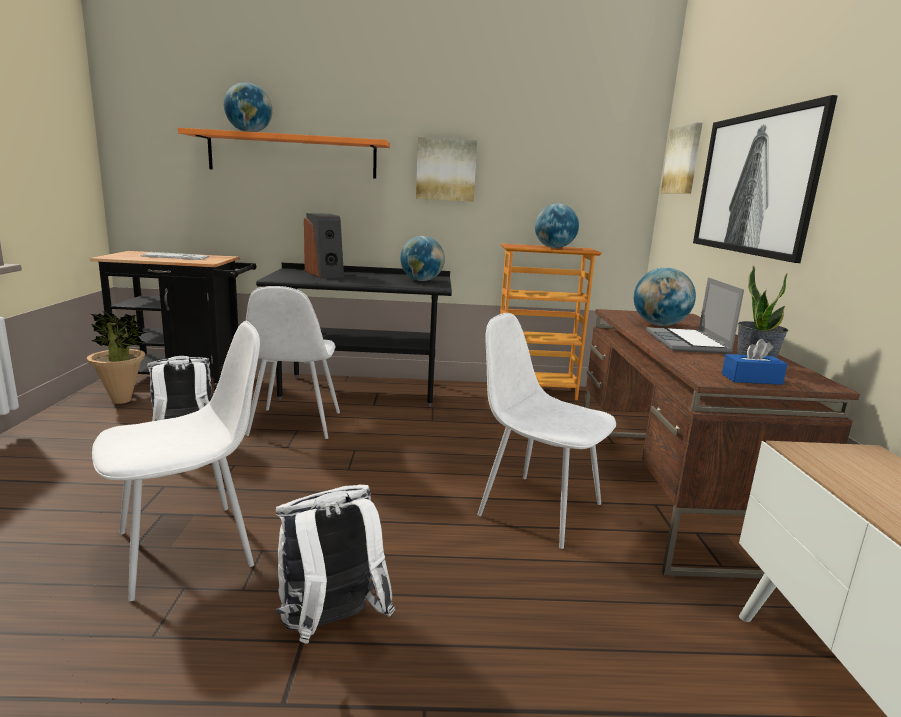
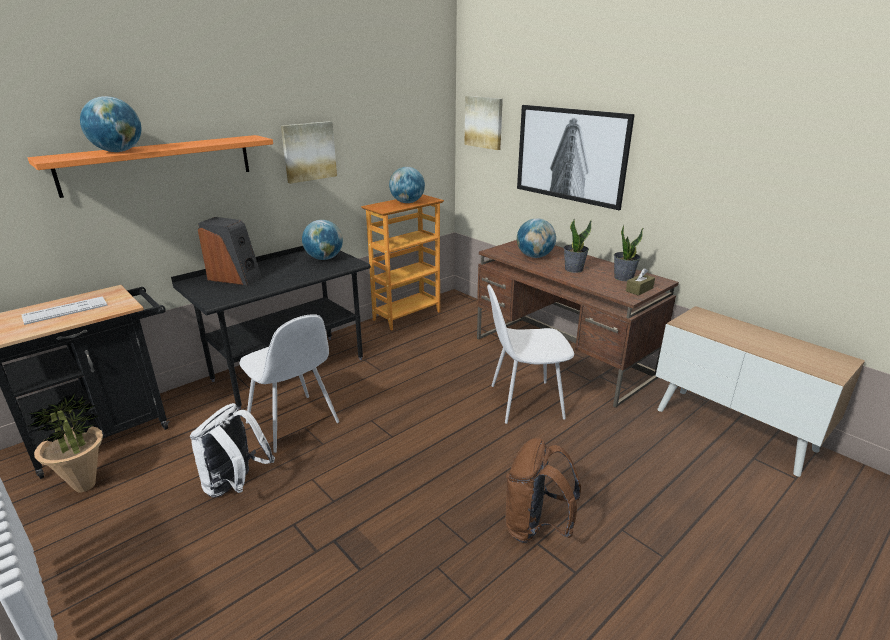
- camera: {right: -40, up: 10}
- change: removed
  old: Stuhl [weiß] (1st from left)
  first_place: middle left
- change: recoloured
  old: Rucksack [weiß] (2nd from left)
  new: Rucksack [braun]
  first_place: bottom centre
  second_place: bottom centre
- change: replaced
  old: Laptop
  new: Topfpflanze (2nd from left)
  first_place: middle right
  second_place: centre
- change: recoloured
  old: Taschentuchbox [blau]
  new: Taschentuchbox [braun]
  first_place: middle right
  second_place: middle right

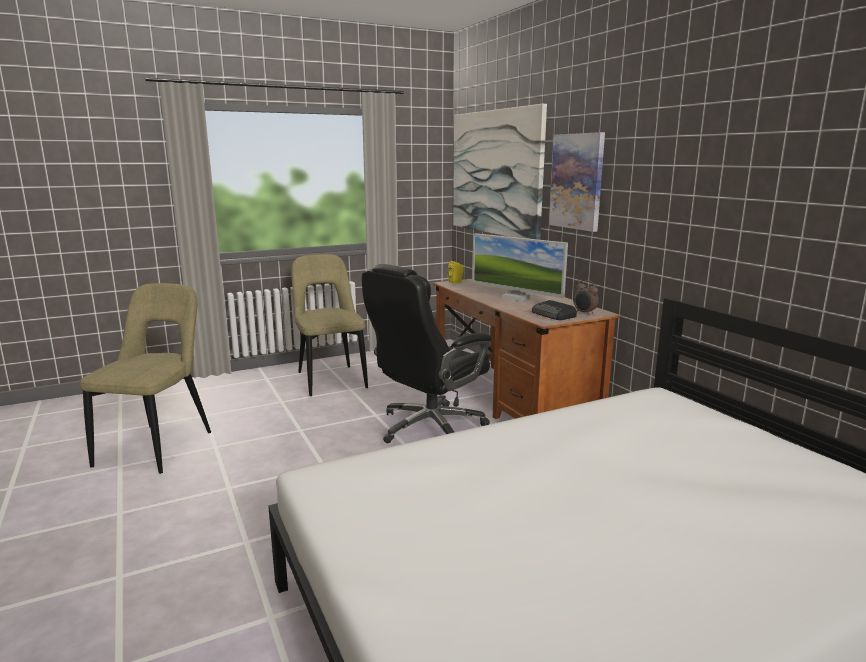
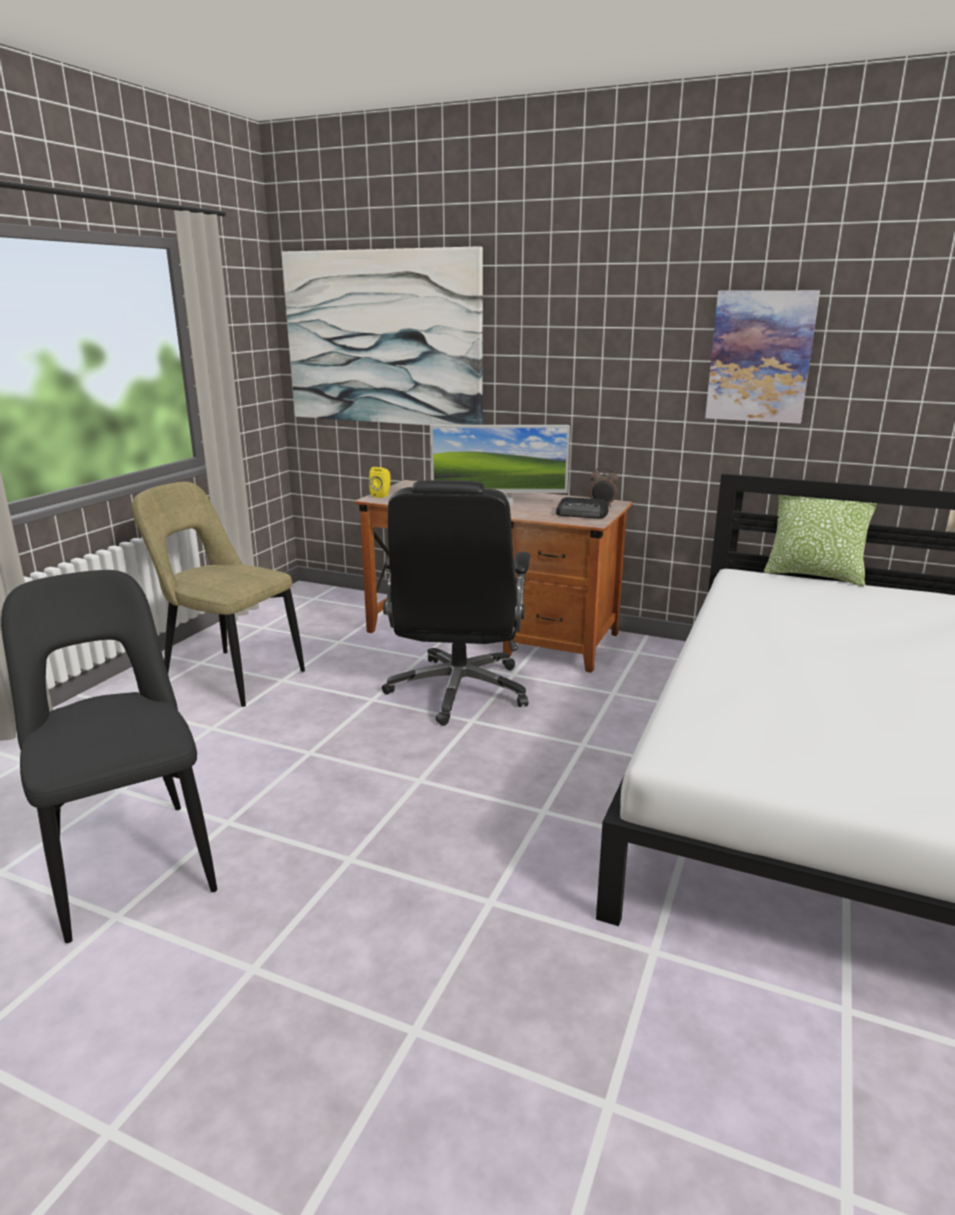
- camera: {right: -40, up: 5}
- change: recoloured
  old: Stuhl [beige] (1st from left)
  new: Stuhl [schwarz]
  first_place: middle left
  second_place: middle left
- change: moved
  old: Bild (2nd from left)
  first_place: top centre
  second_place: top right
- change: added
  new: Kissen
  second_place: middle right

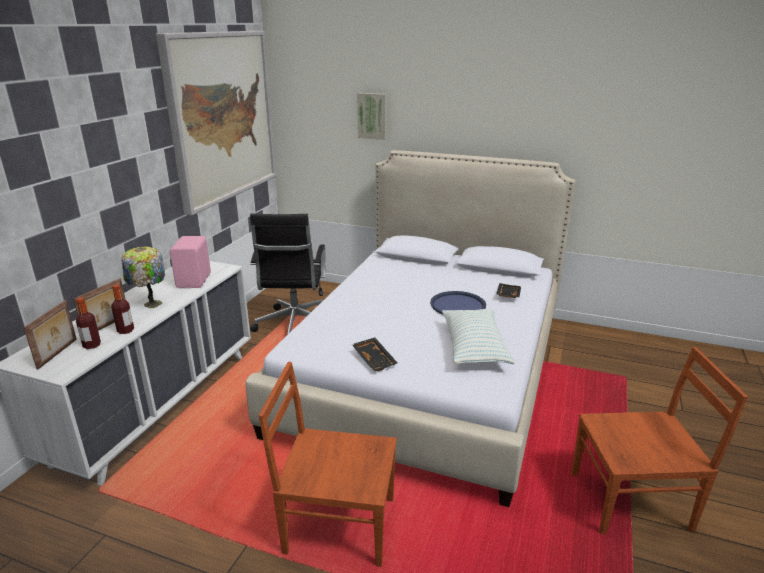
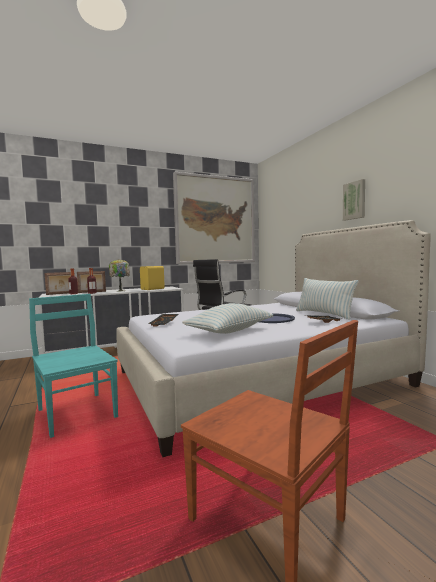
- camera: {right: 45, up: -20}
- change: recoloured
  old: Lautsprecher [rosa]
  new: Lautsprecher [gelb]
  first_place: middle left
  second_place: centre
- change: recoloured
  old: Stuhl [braun] (1st from left)
  new: Stuhl [türkis]
  first_place: bottom centre
  second_place: middle left
- change: moved
  old: Bild (2nd from left)
  first_place: top centre
  second_place: middle right
- change: added
  new: Kissen (2nd from left)
  second_place: middle right

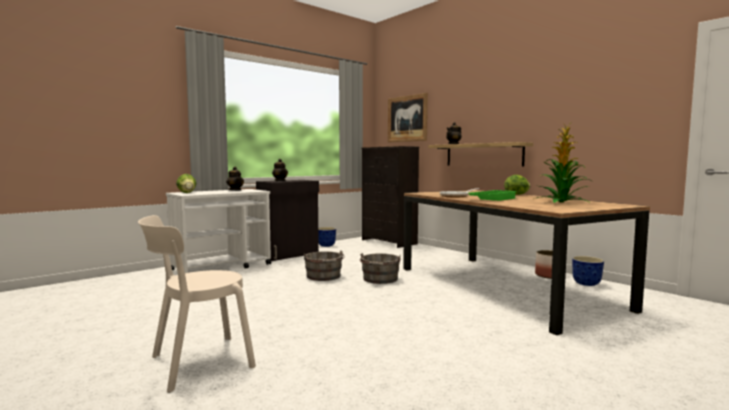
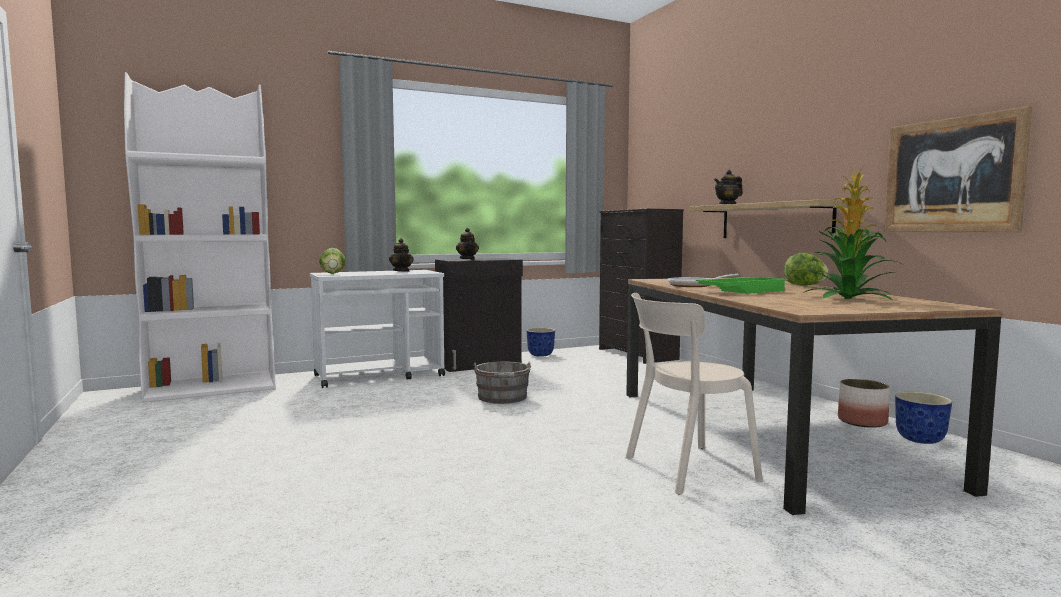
- camera: {right: 15, up: 0}
- change: moved
  old: Stuhl [beige]
  first_place: bottom left
  second_place: centre
- change: removed
  old: Eimer [grau] (2nd from left)
  first_place: centre
- change: moved
  old: Bild
  first_place: top centre
  second_place: top right
- change: added
  new: Bücherregal [weiß]
  second_place: middle left

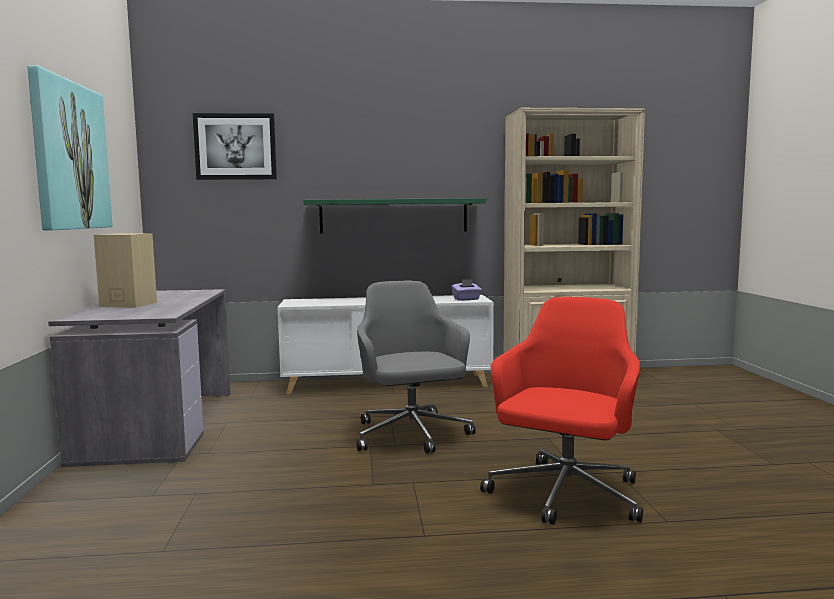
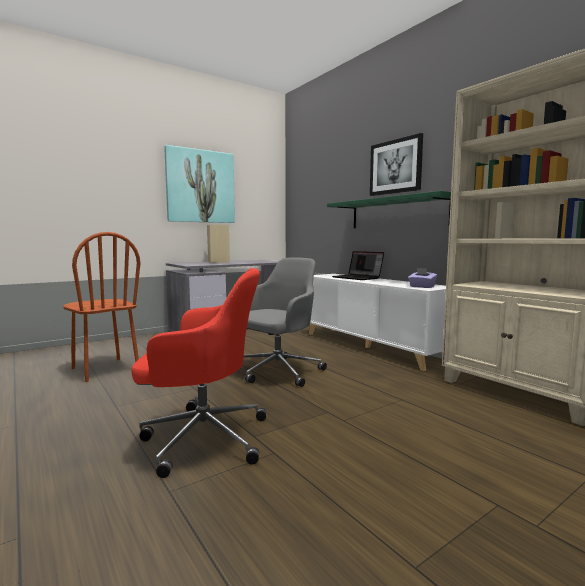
- camera: {right: 60, up: 0}
- change: moved
  old: Bild (2nd from left)
  first_place: top left
  second_place: top right
- change: added
  new: Stuhl [braun]
  second_place: middle left
- change: added
  new: Laptop
  second_place: centre

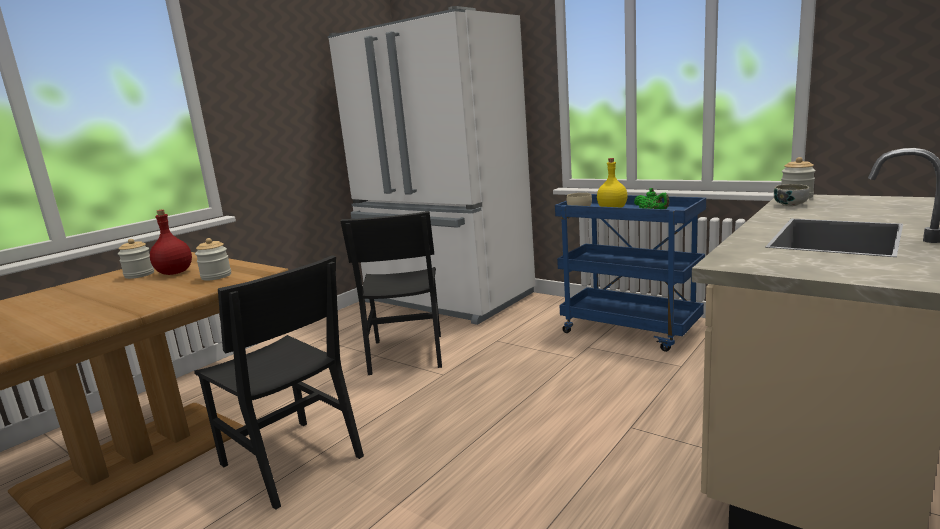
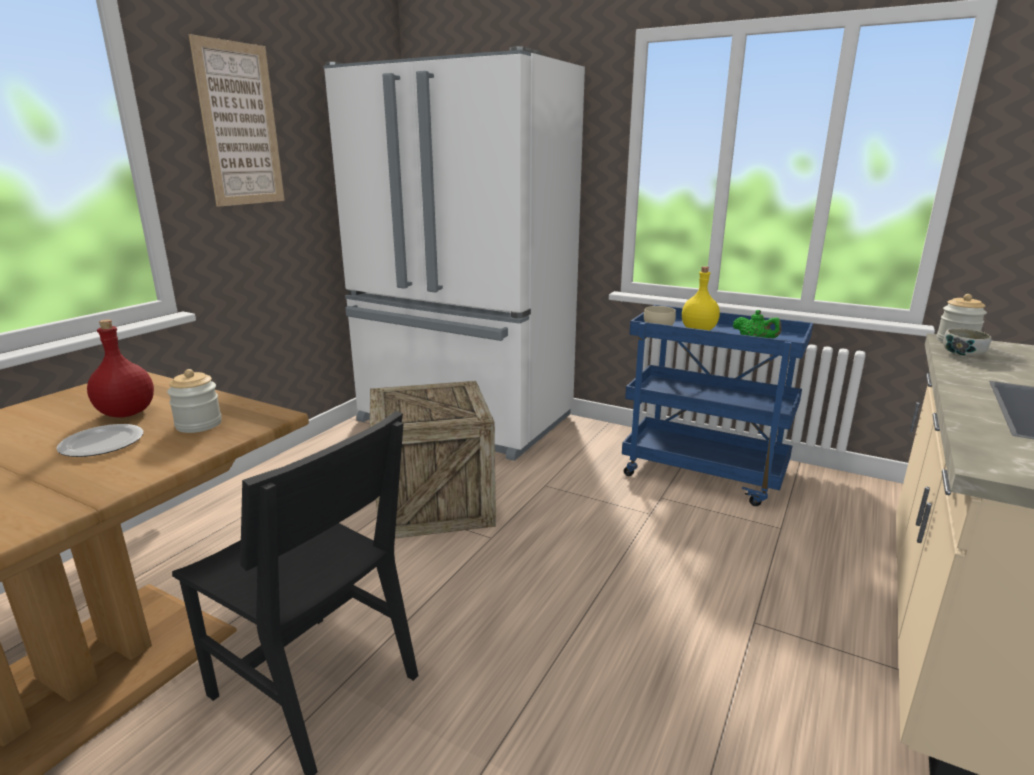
- camera: {right: -10, up: 5}
- change: removed
  old: Vorratsglas (1st from left)
  first_place: middle left
- change: replaced
  old: Stuhl [schwarz] (2nd from left)
  new: Kiste
  first_place: centre
  second_place: centre
- change: added
  new: Teller
  second_place: middle left
- change: added
  new: Bild
  second_place: top left

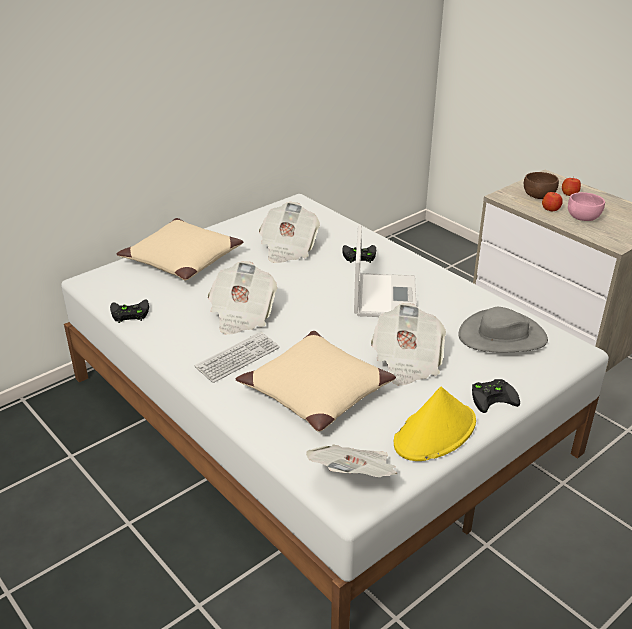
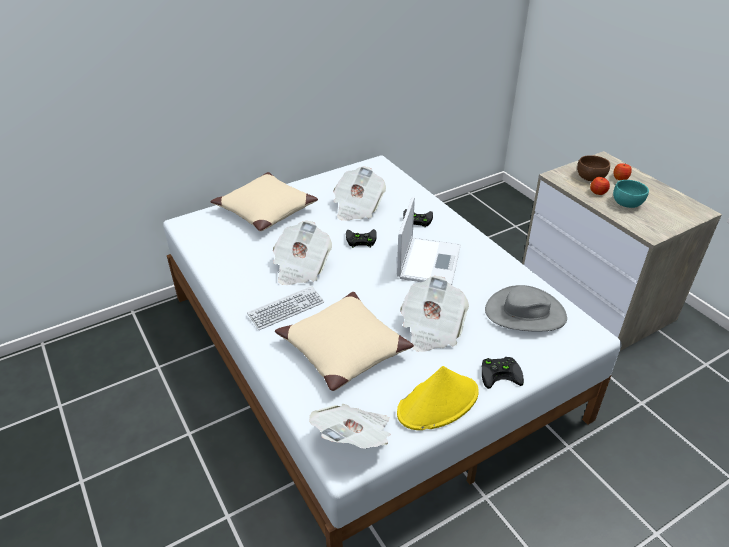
- camera: {right: 10, up: 5}
- change: moved
  old: Gamepad [schwarz] (1st from left)
  first_place: middle left
  second_place: centre
- change: recoloured
  old: Schüssel [rosa]
  new: Schüssel [türkis]
  first_place: top right
  second_place: middle right

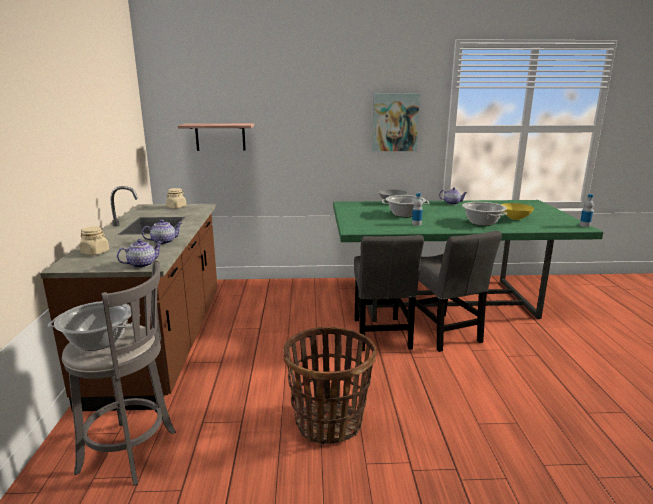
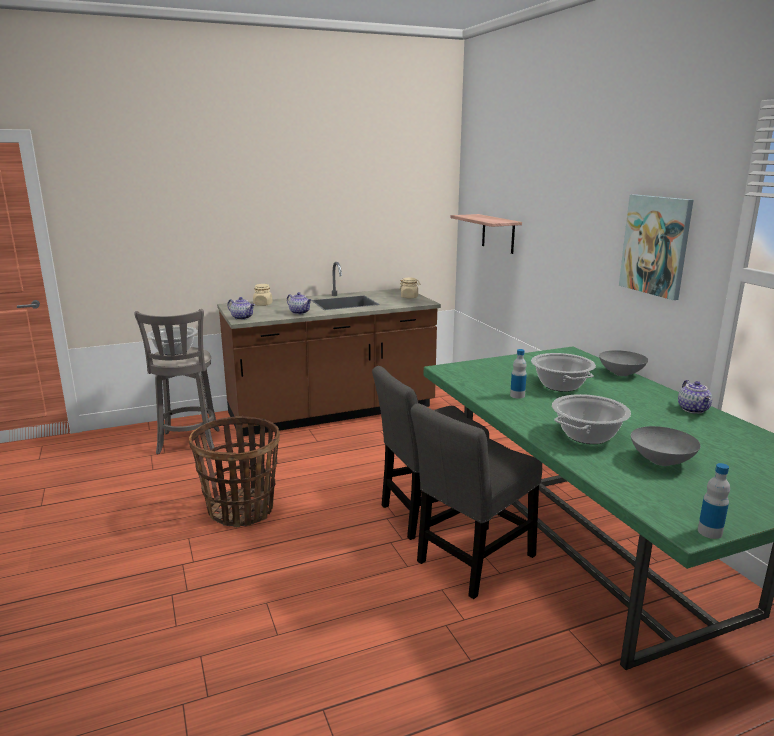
- camera: {right: 70, up: 0}
- change: recoloured
  old: Schüssel [gelb]
  new: Schüssel [grau] (2nd from left)
  first_place: middle right
  second_place: middle right

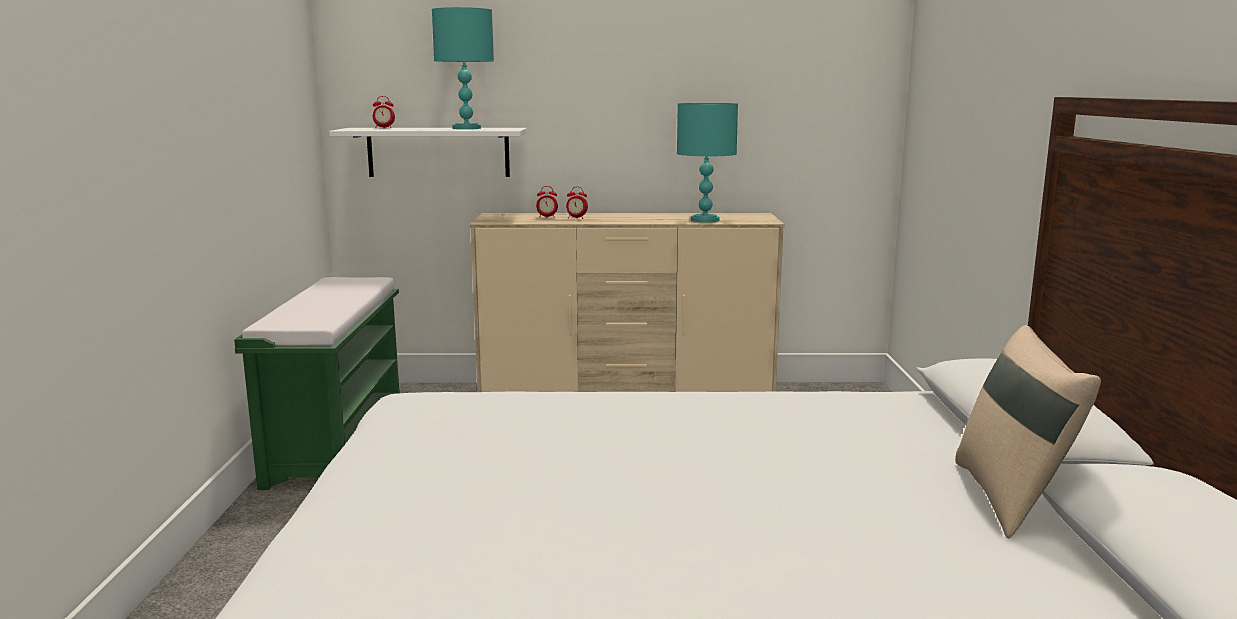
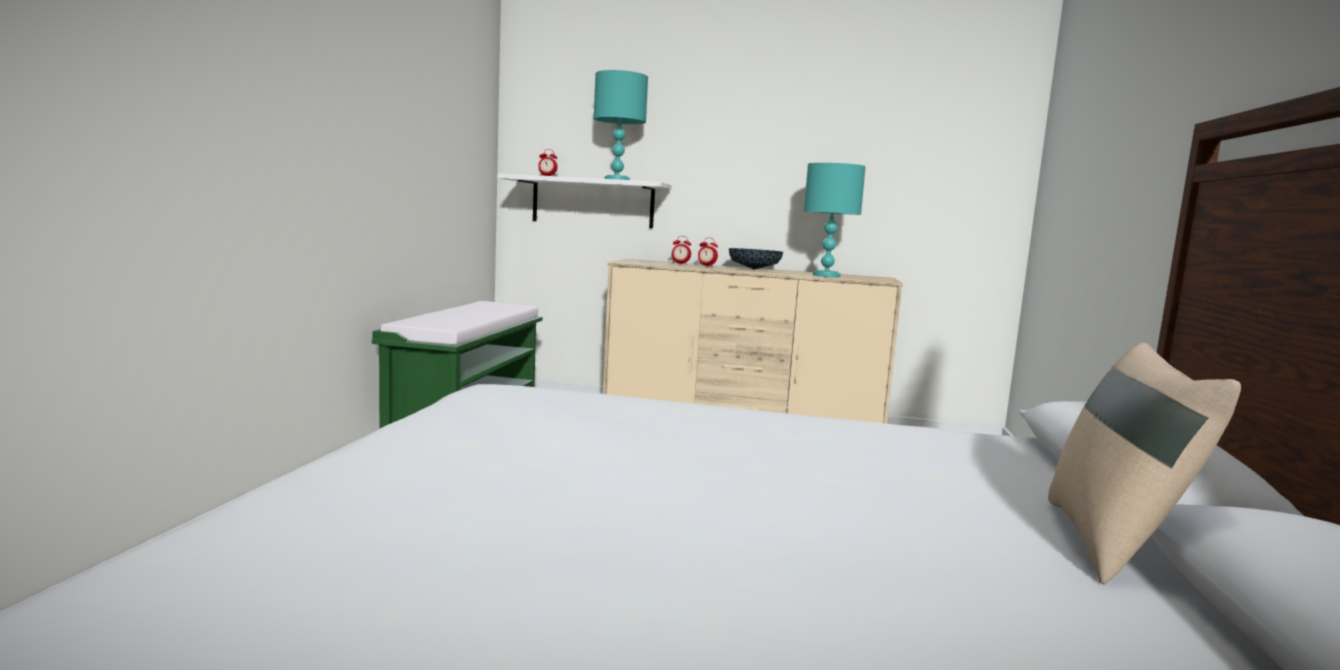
- camera: {right: 10, up: -5}
- change: added
  new: Schüssel
  second_place: centre

